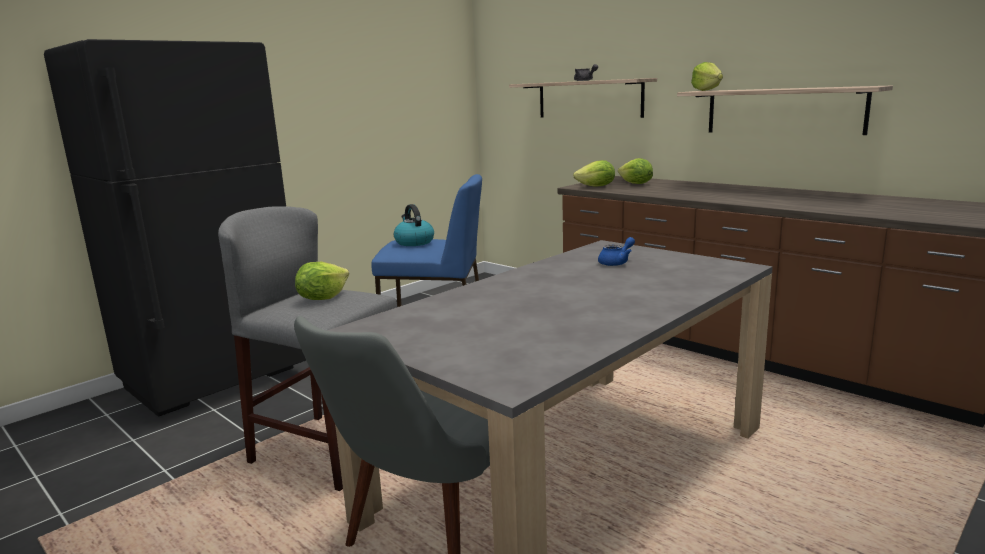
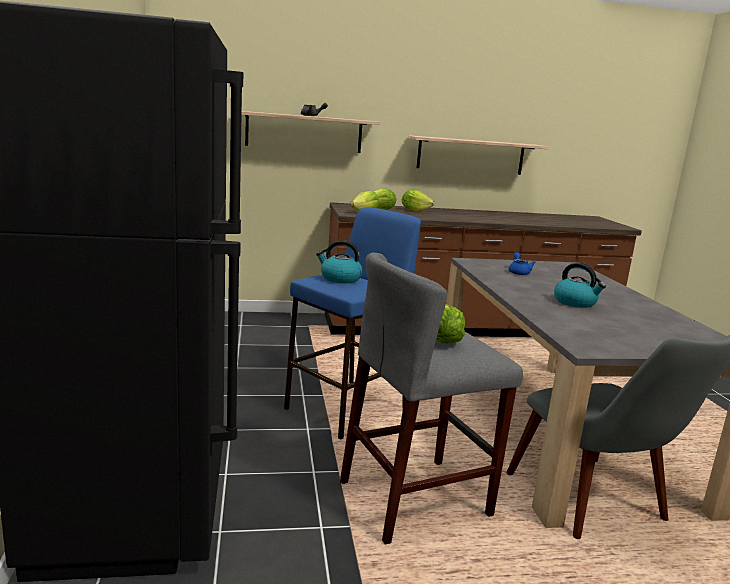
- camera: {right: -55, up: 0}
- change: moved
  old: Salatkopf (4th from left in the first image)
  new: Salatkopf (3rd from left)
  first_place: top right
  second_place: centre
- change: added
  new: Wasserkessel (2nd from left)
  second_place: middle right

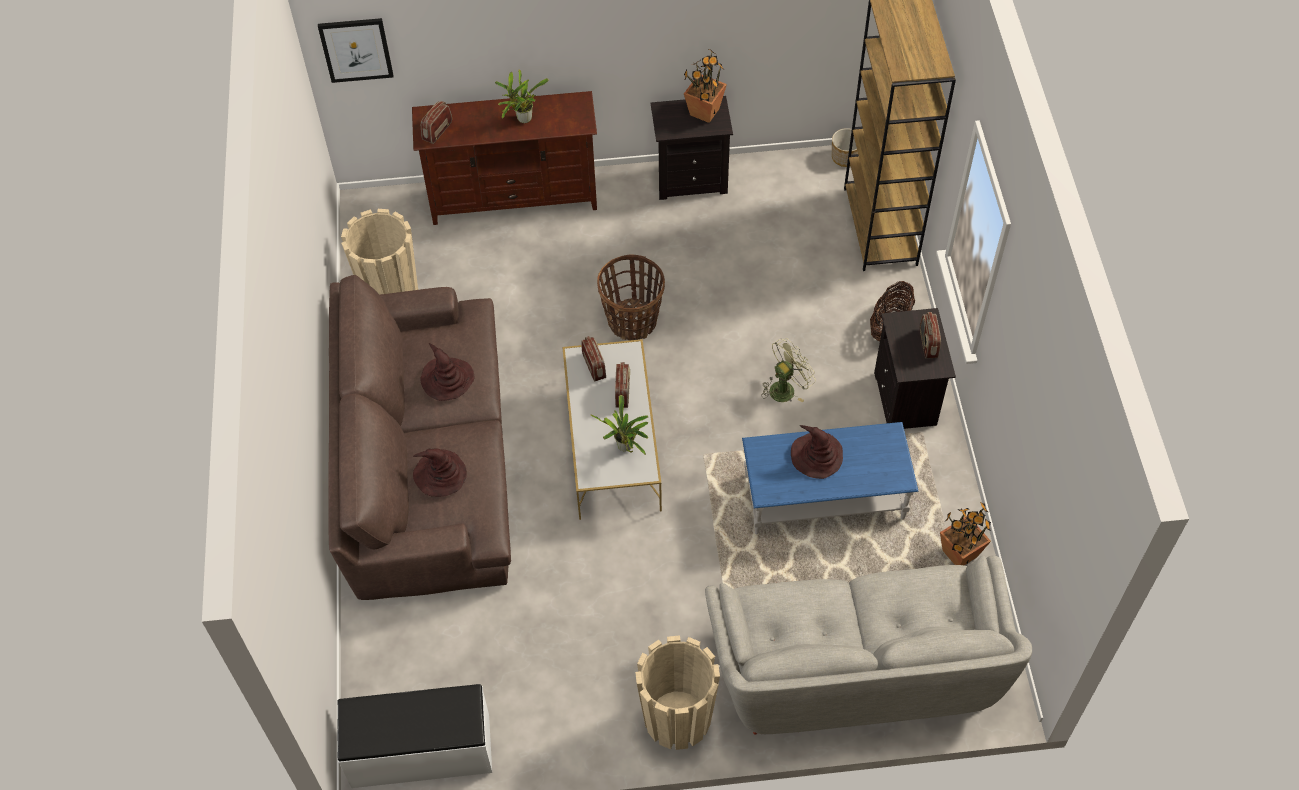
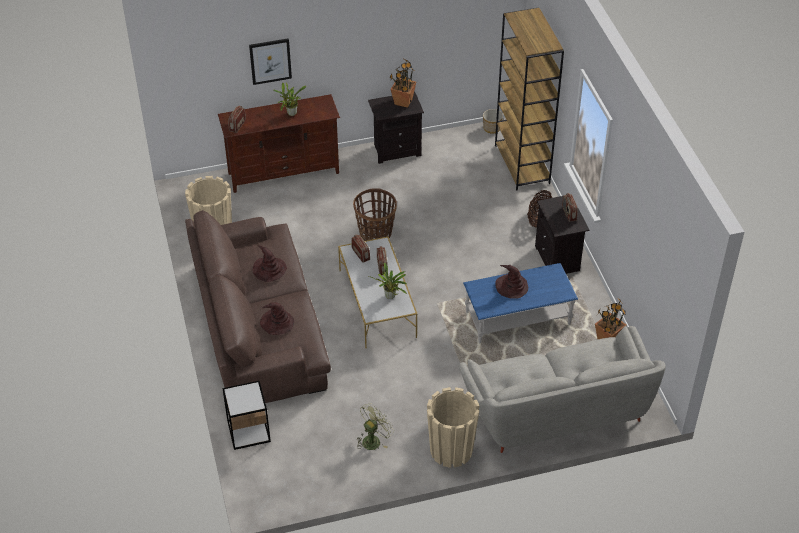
- camera: {right: -10, up: -10}
- change: moved
  old: Bild
  first_place: top left
  second_place: top centre
- change: removed
  old: Bank [weiß]
  first_place: bottom left
- change: moved
  old: Ventilator [grün]
  first_place: centre
  second_place: bottom centre
- change: added
  new: Beistelltisch
  second_place: bottom left

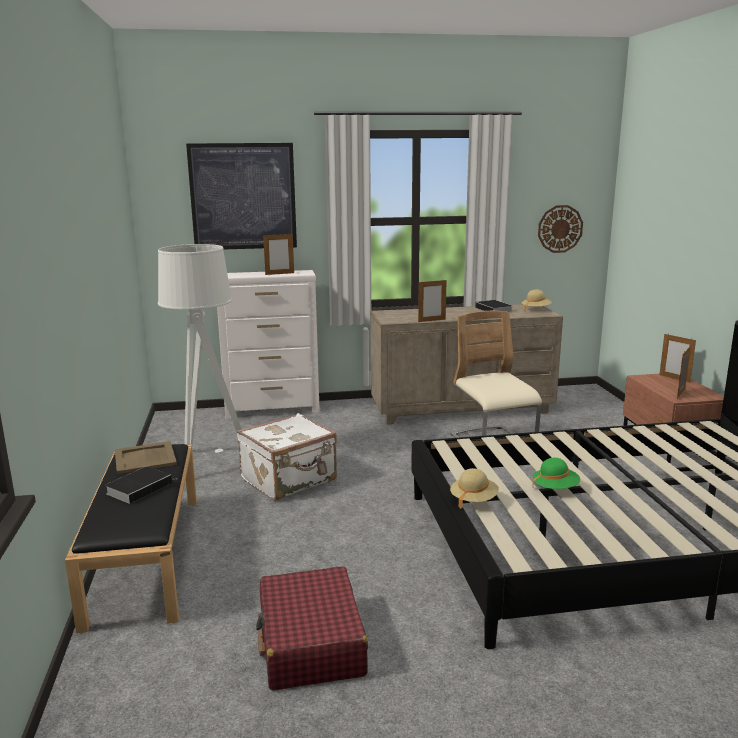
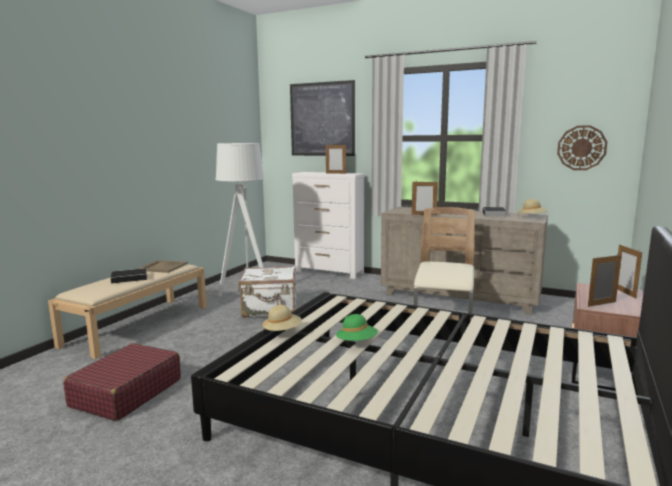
- camera: {right: 35, up: -5}
- change: recoloured
  old: Bank [schwarz]
  new: Bank [beige]
  first_place: bottom left
  second_place: middle left

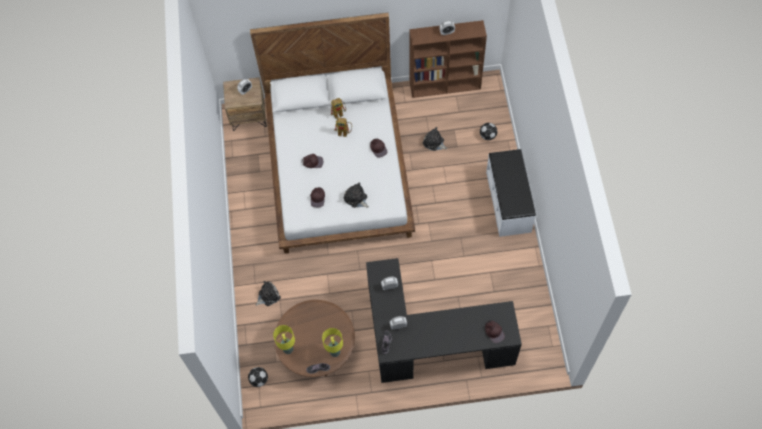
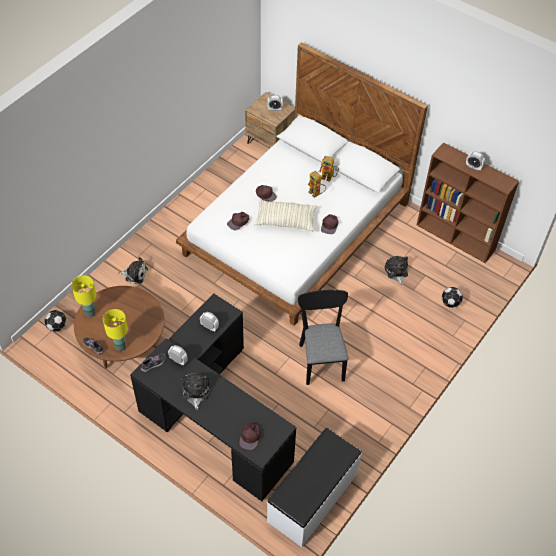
- camera: {right: 40, up: -10}
- change: moved
  old: Plüschtier (2nd from left)
  first_place: centre
  second_place: bottom centre
- change: moved
  old: Bank [weiß]
  first_place: middle right
  second_place: bottom centre
- change: added
  new: Kissen
  second_place: centre
- change: added
  new: Stuhl [schwarz]
  second_place: centre

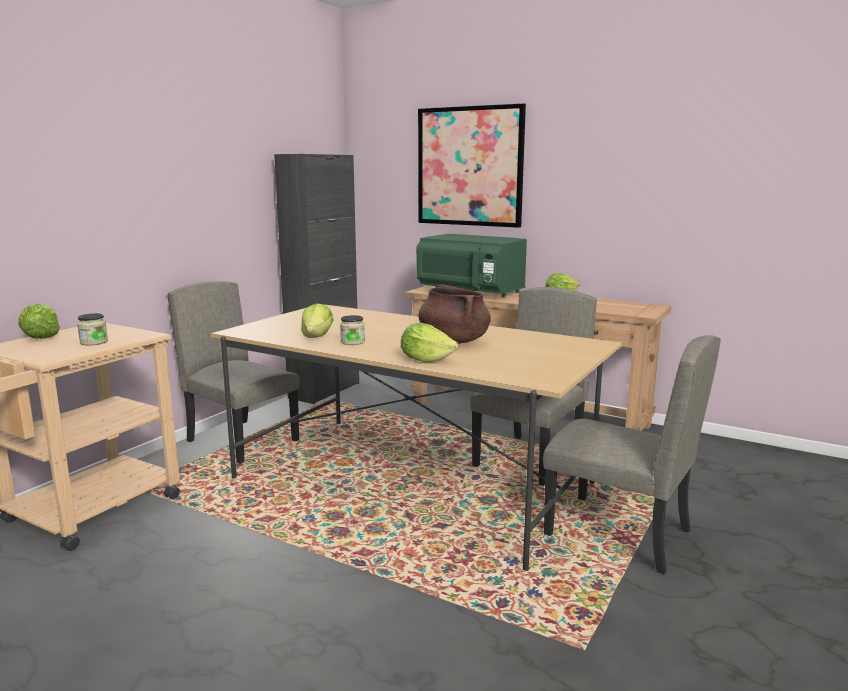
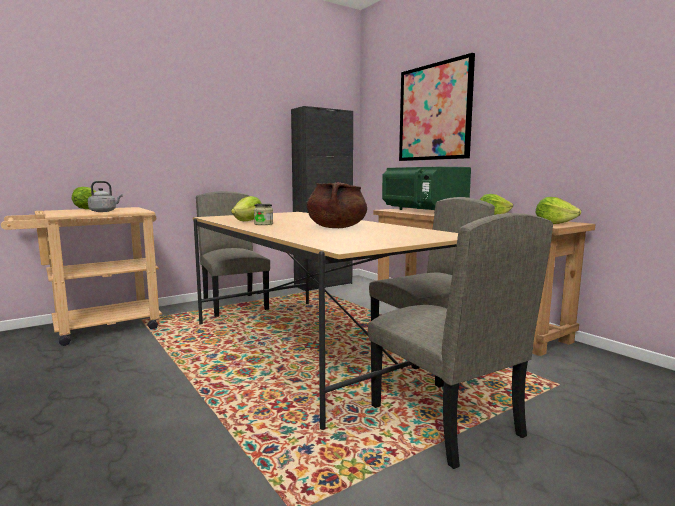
- camera: {right: 25, up: -5}
- change: replaced
  old: Vorratsglas (1st from left)
  new: Wasserkessel [grau]
  first_place: middle left
  second_place: middle left
- change: moved
  old: Salatkopf (3rd from left in the first image)
  new: Salatkopf (4th from left)
  first_place: centre
  second_place: middle right

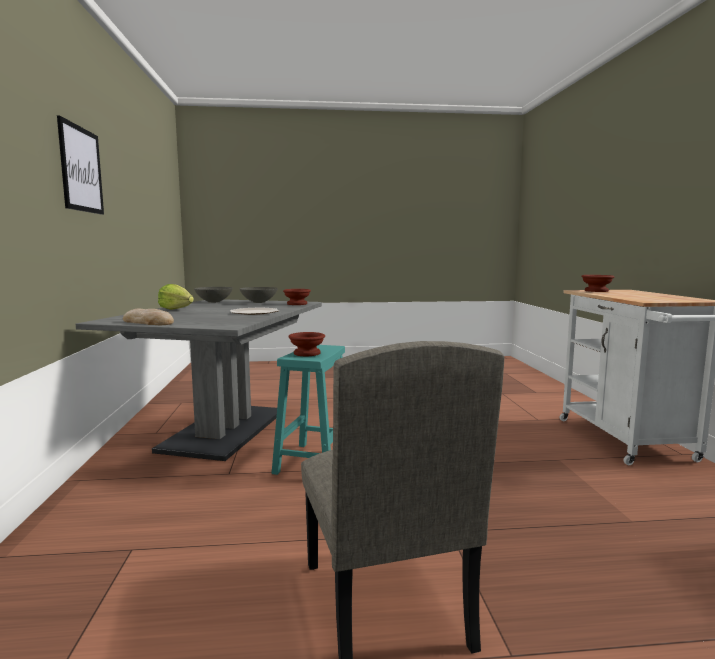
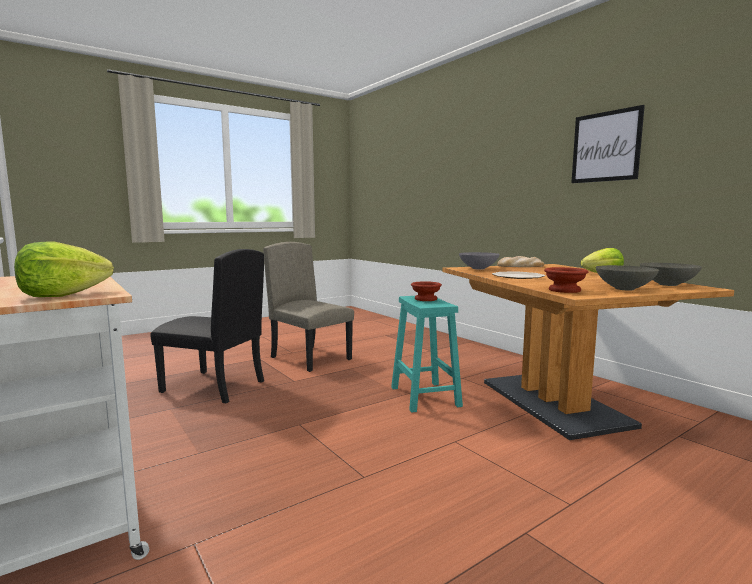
- camera: {right: 150, up: 0}
- change: recoloured
  old: Esstisch [grau]
  new: Esstisch [braun]
  first_place: middle left
  second_place: middle right
- change: replaced
  old: Schüssel [braun] (3rd from left)
  new: Salatkopf (1st from left)
  first_place: middle right
  second_place: middle left
- change: added
  new: Stuhl [schwarz]
  second_place: middle left
- change: added
  new: Schüssel [grau] (1st from left)
  second_place: centre

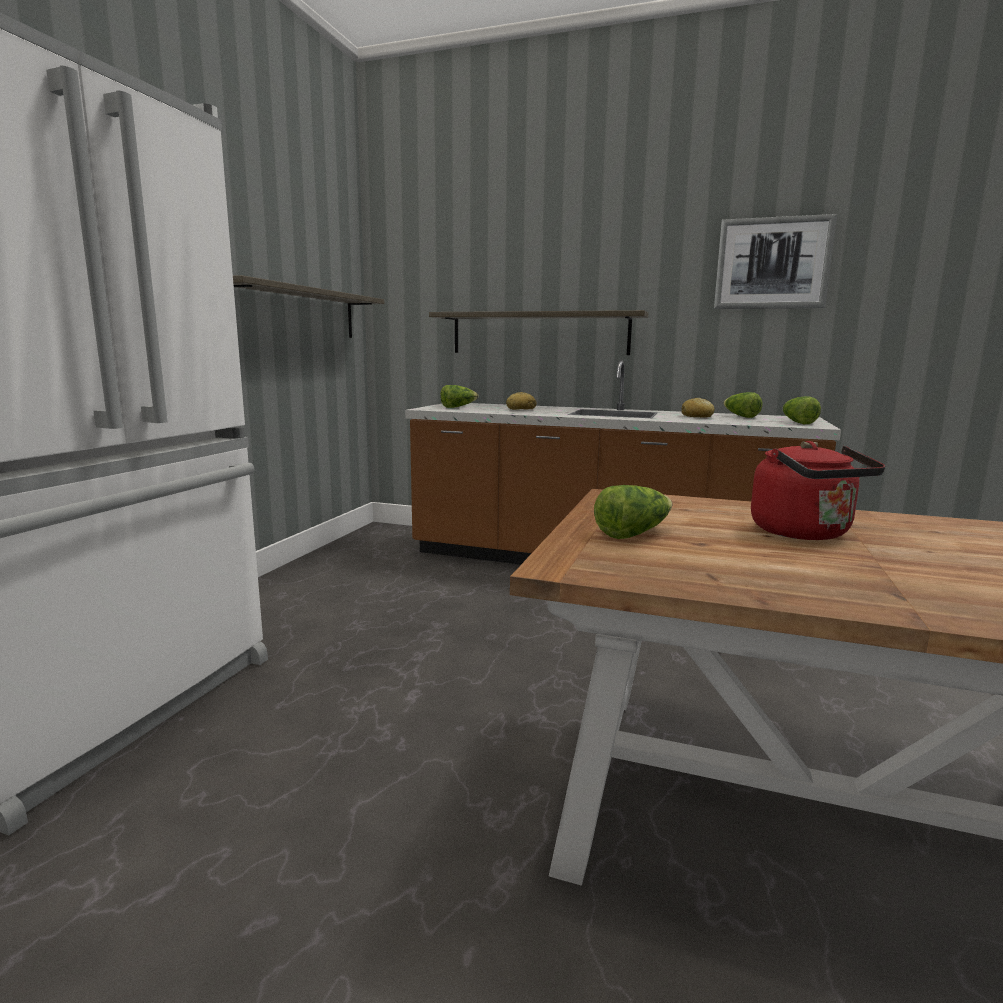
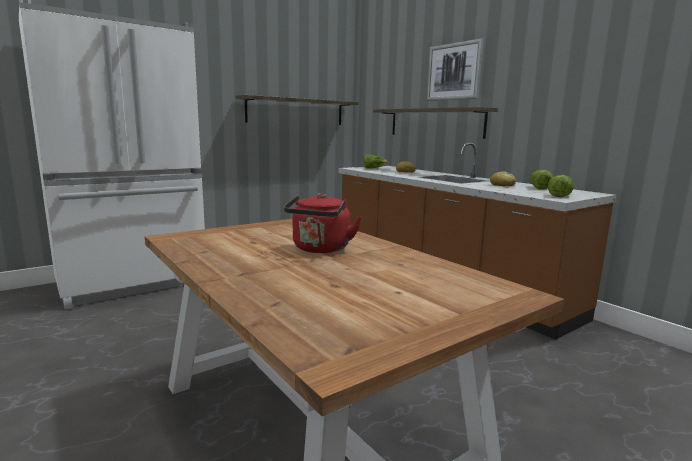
- camera: {right: 35, up: 0}
- change: removed
  old: Salatkopf (2nd from left)
  first_place: centre
- change: moved
  old: Bild
  first_place: top right
  second_place: top centre

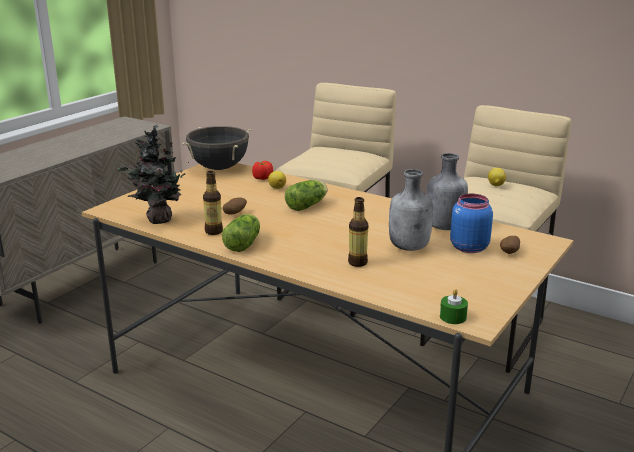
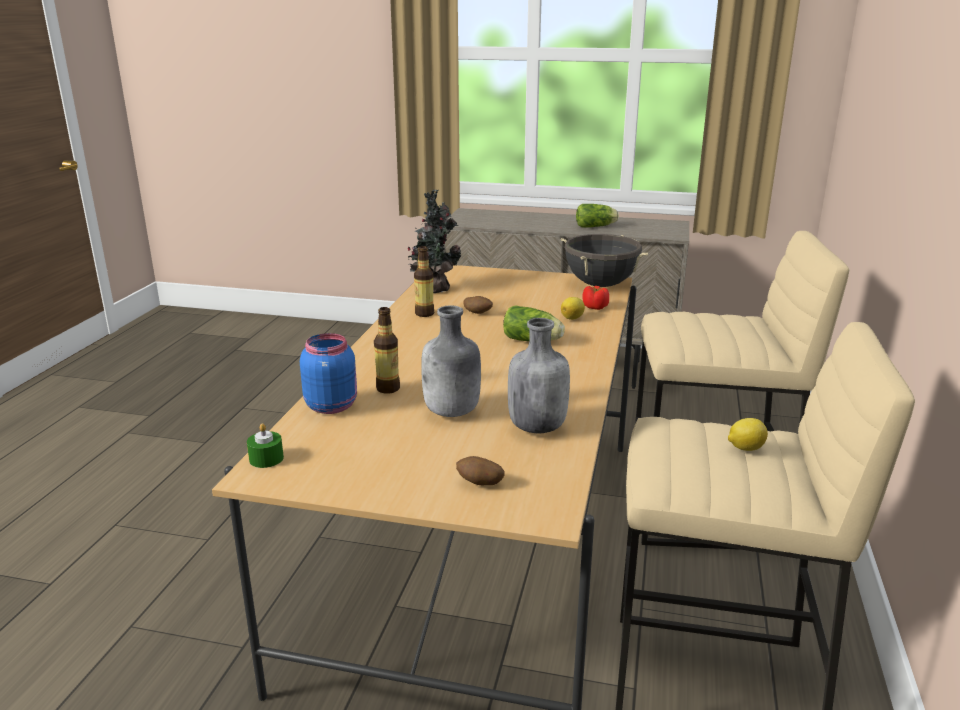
- camera: {right: 70, up: 0}
- change: moved
  old: Salatkopf (1st from left in the first image)
  new: Salatkopf (2nd from left)
  first_place: centre
  second_place: top centre
- change: moved
  old: Vorratsglas [blau]
  first_place: middle right
  second_place: centre

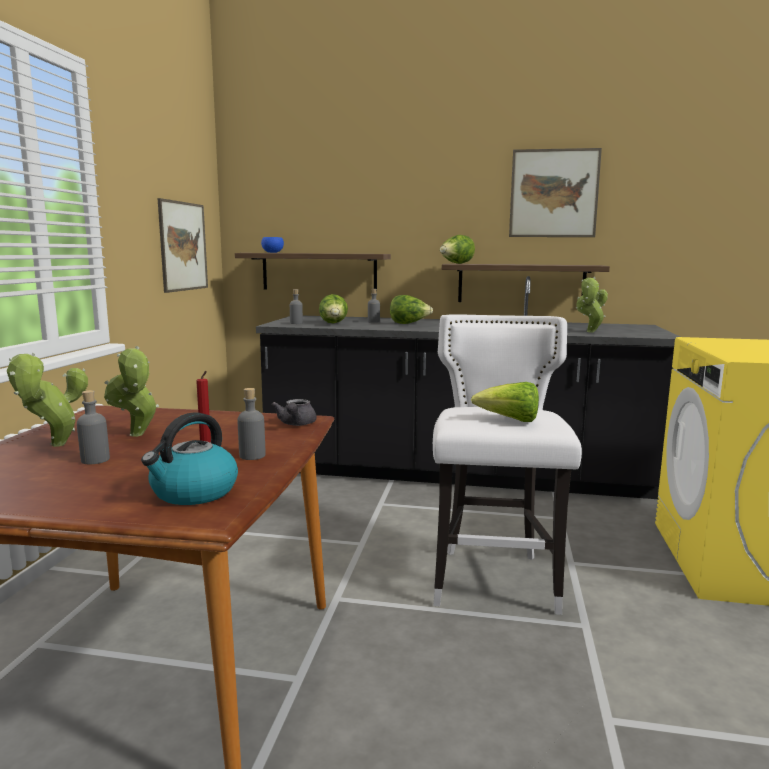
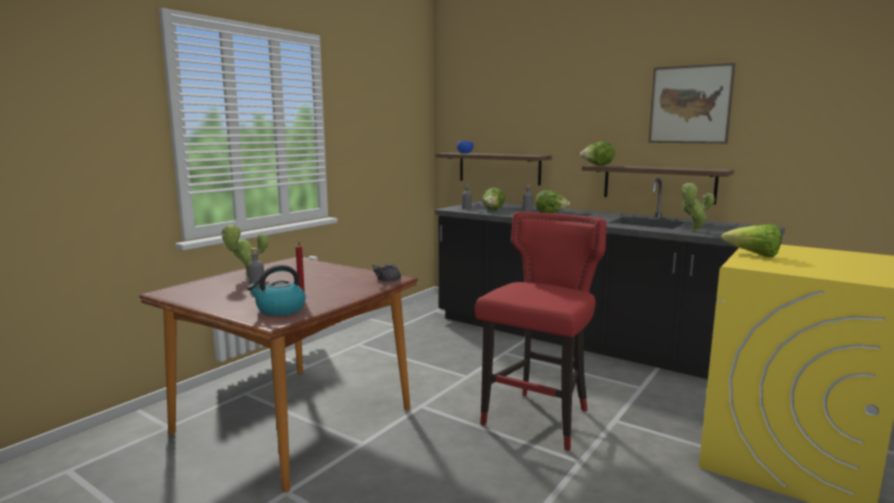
- camera: {right: 25, up: 0}
- change: removed
  old: Topfpflanze (2nd from left)
  first_place: middle left
- change: removed
  old: Bild (1st from left)
  first_place: top left
- change: removed
  old: Flasche [grau] (2nd from left)
  first_place: middle left
- change: recoloured
  old: Hocker [weiß]
  new: Hocker [rot]
  first_place: centre
  second_place: centre
- change: moved
  old: Salatkopf (4th from left)
  first_place: centre
  second_place: middle right

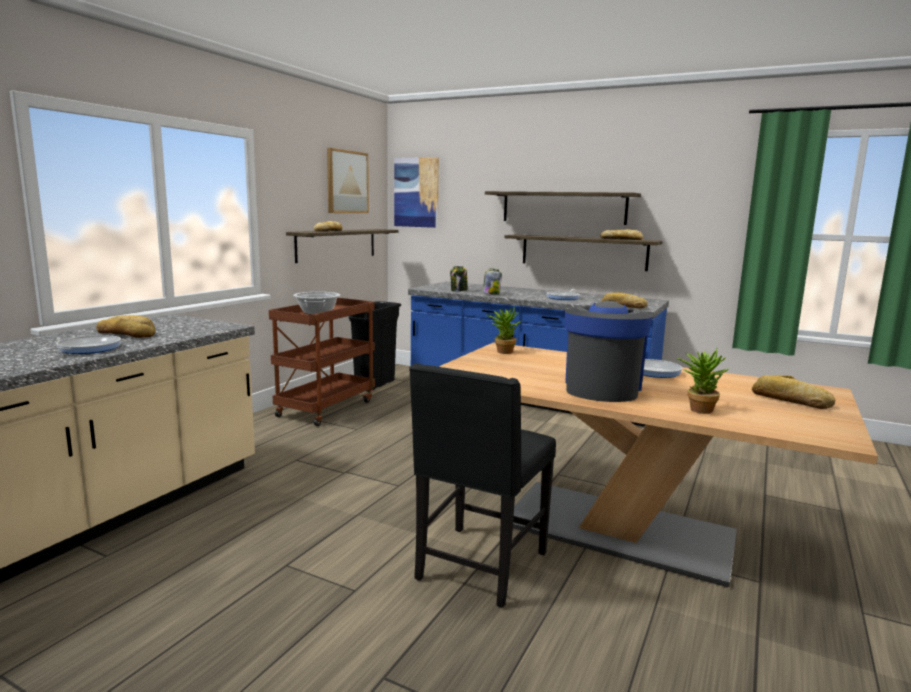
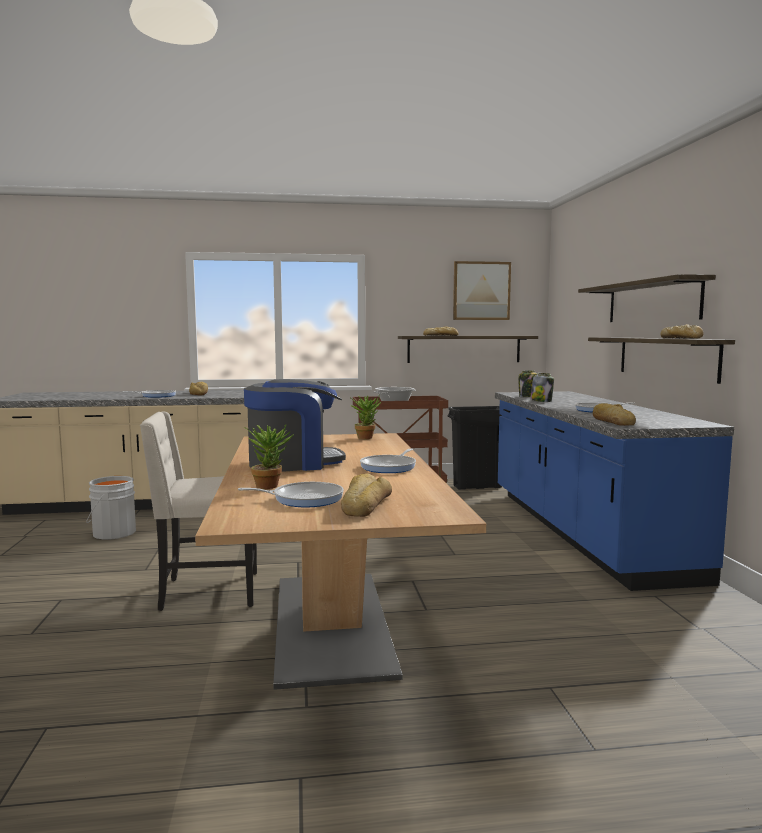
- camera: {right: 55, up: -5}
- change: removed
  old: Bild (2nd from left)
  first_place: top centre
- change: recoloured
  old: Stuhl [schwarz]
  new: Stuhl [beige]
  first_place: bottom centre
  second_place: middle left
- change: added
  new: Eimer [grau]
  second_place: middle left
- change: added
  new: Pfanne (2nd from left)
  second_place: centre

